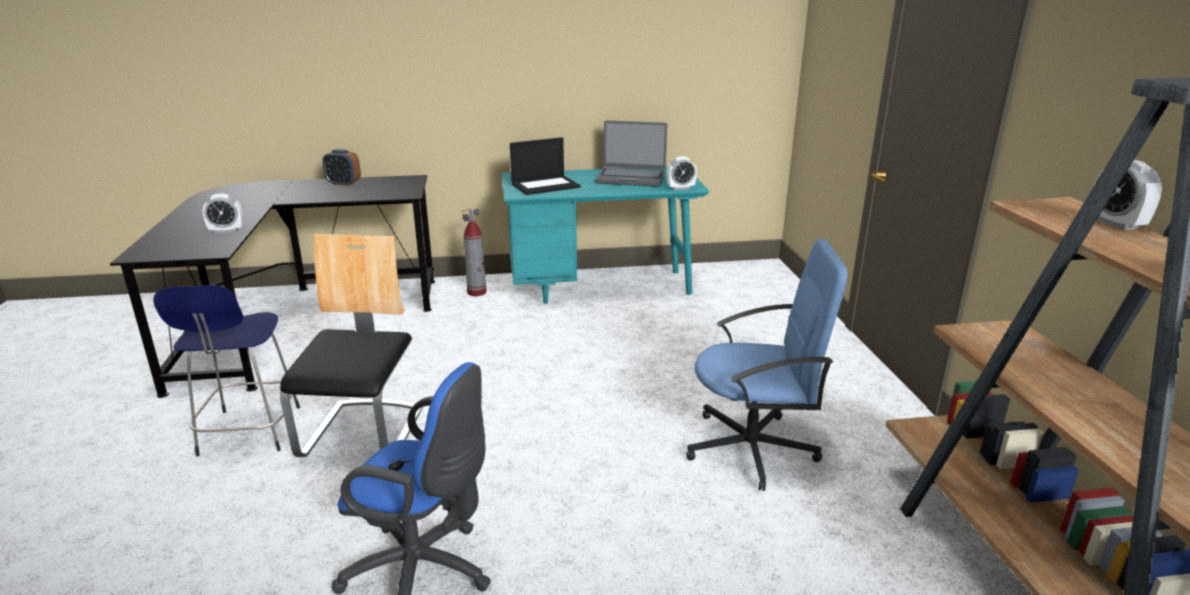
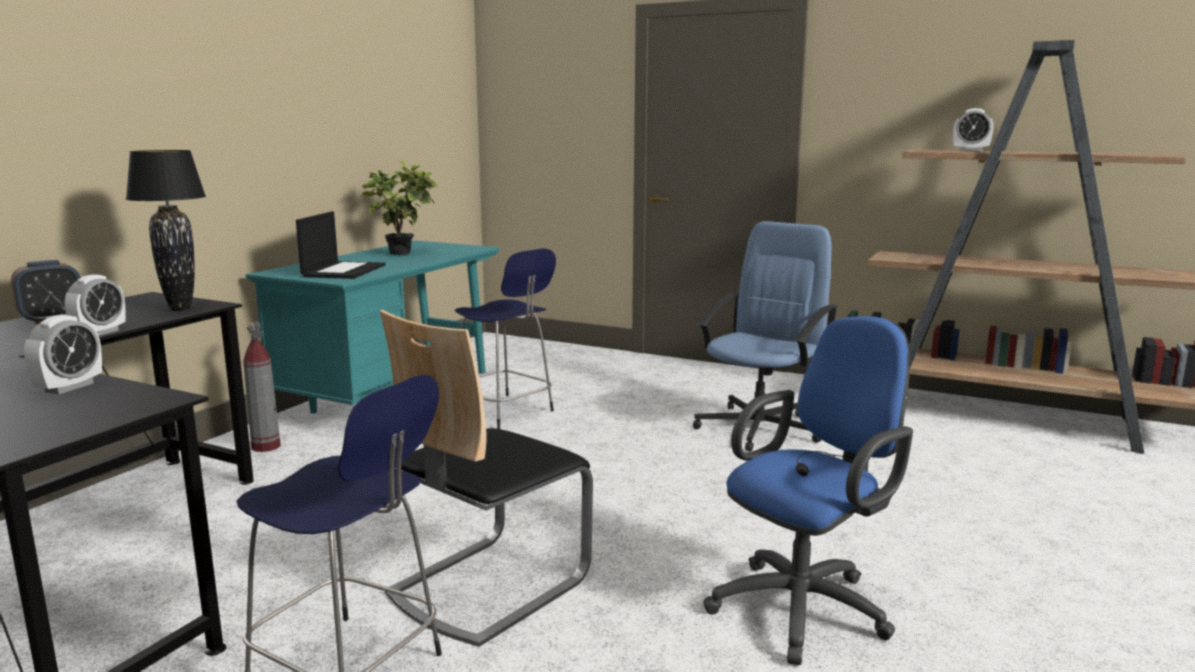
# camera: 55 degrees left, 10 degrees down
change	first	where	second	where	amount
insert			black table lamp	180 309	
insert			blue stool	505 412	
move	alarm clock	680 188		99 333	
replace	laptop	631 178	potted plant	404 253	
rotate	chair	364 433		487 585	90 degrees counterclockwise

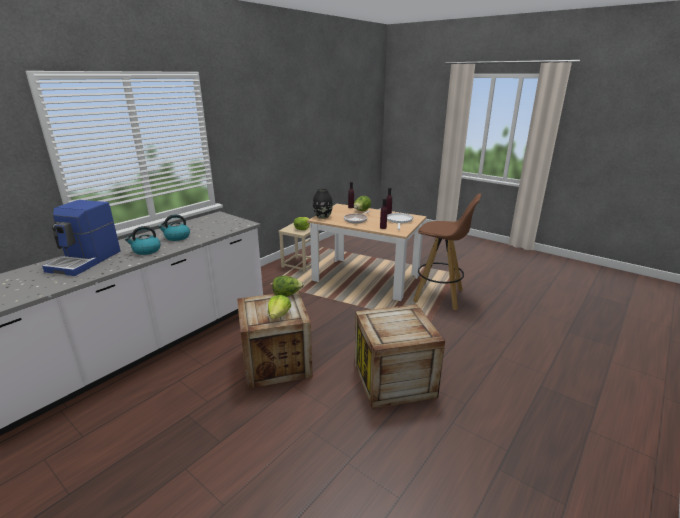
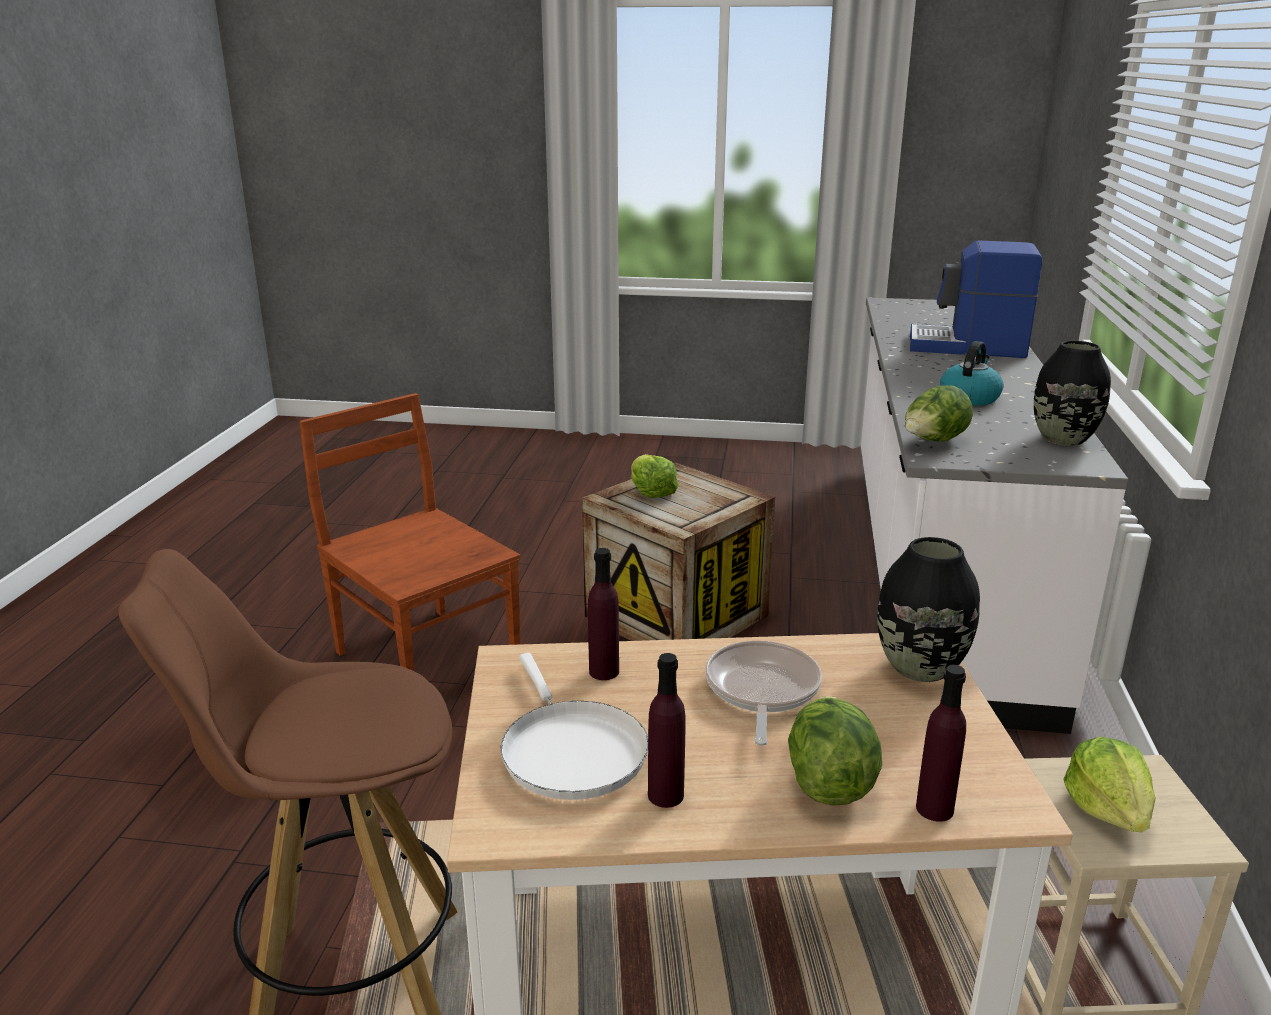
# camera: 150 degrees right, 0 degrees up
change	first	where	second	where	amount
delete	kettle	146 251			
insert			black vase	1062 439	
move	lettuce	287 295		933 442	
replace	crate	394 380	brown chair	425 656	
rotate	coffee machine	86 261		968 347	60 degrees counterclockwise

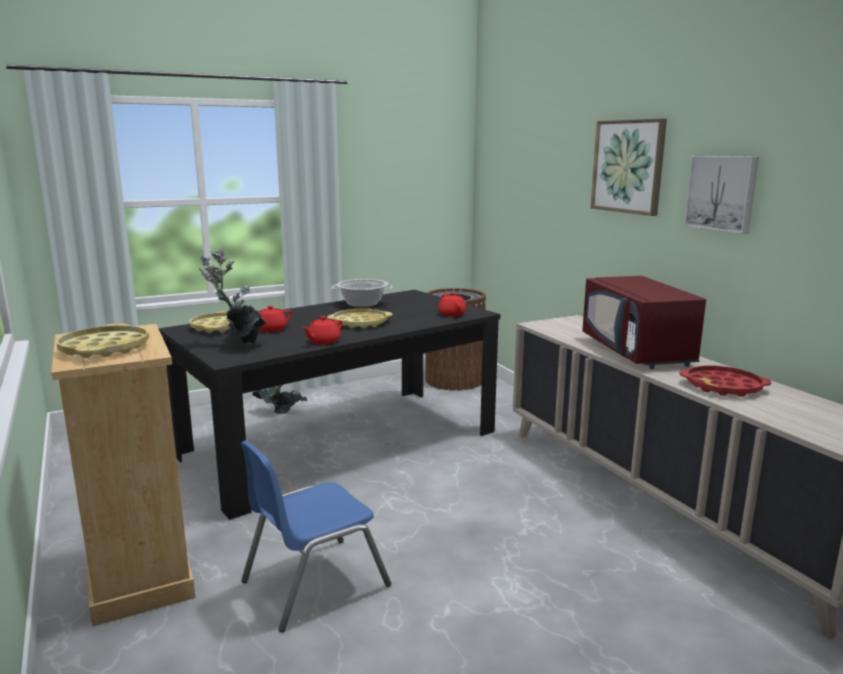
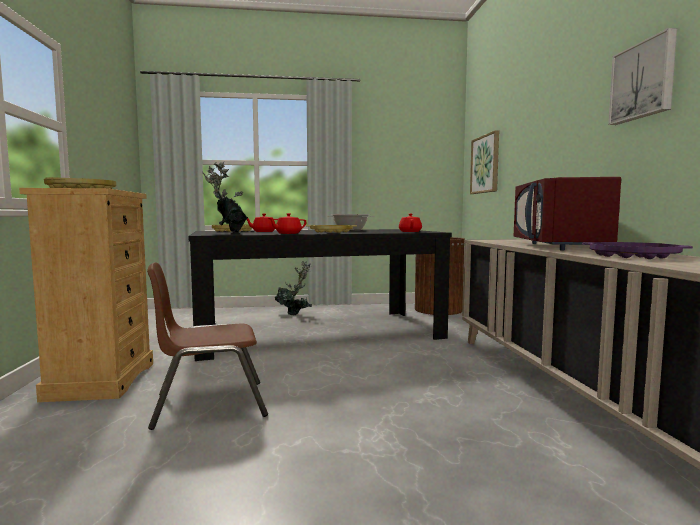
# camera: 20 degrees right, 10 degrees down
change	first	where	second	where	amount
move	picture	628 166		485 164	
recolor	blue chair	314 583	brown chair	210 404	
recolor	red tray	723 387	purple tray	633 256	

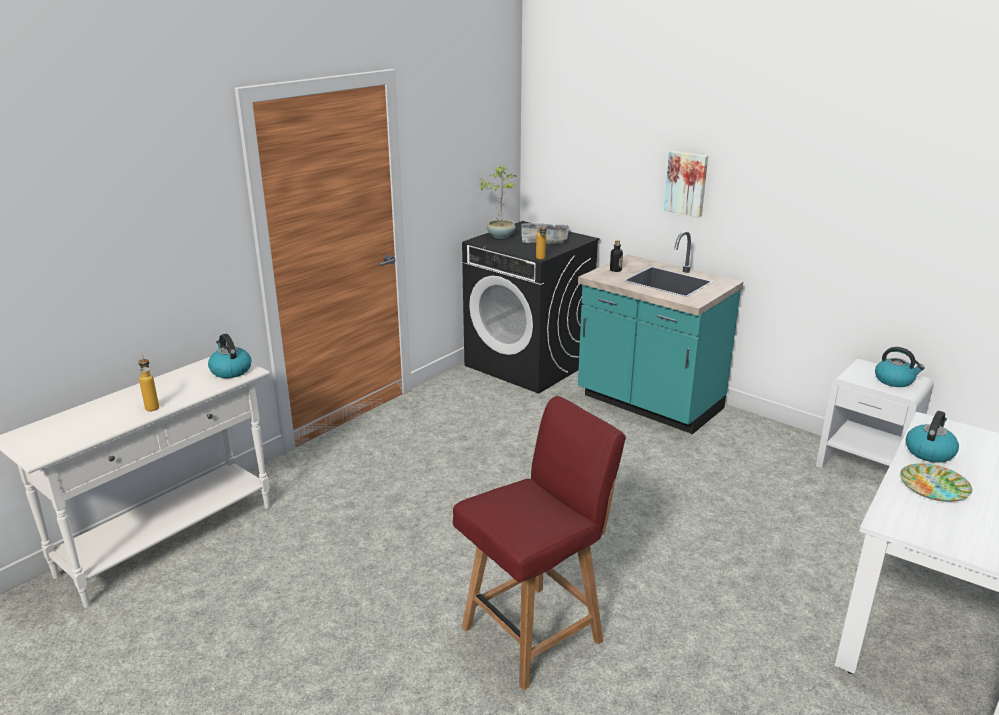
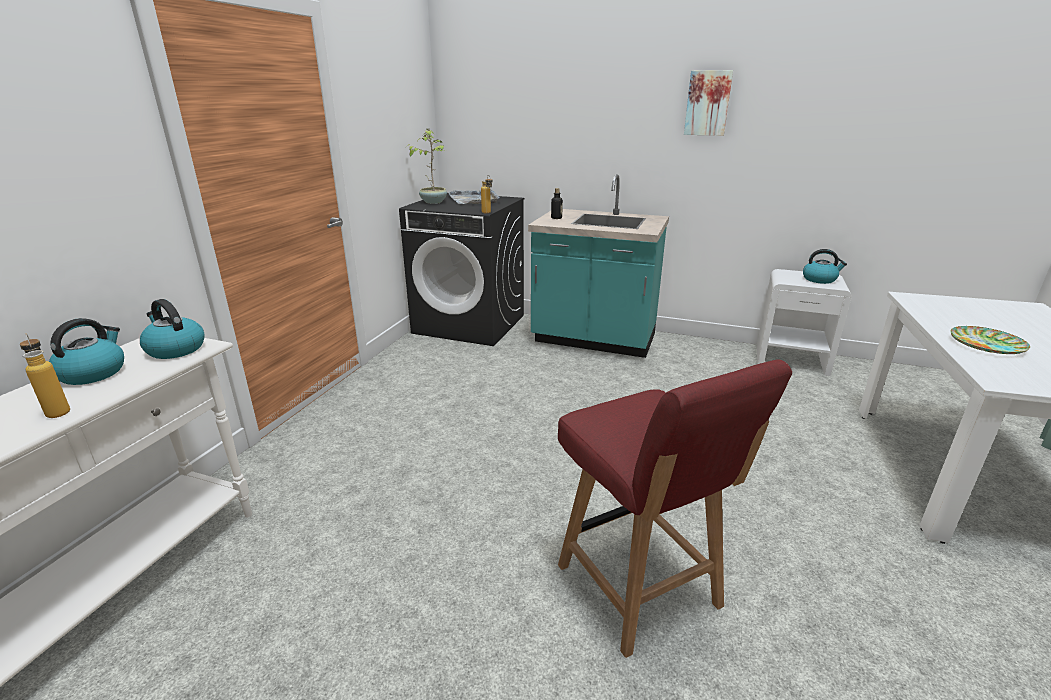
# camera: 20 degrees left, 0 degrees up
change	first	where	second	where	amount
move	picture	686 183		707 103	
move	kettle	929 452		93 373	
rotate	red chair	535 633		640 588	120 degrees clockwise

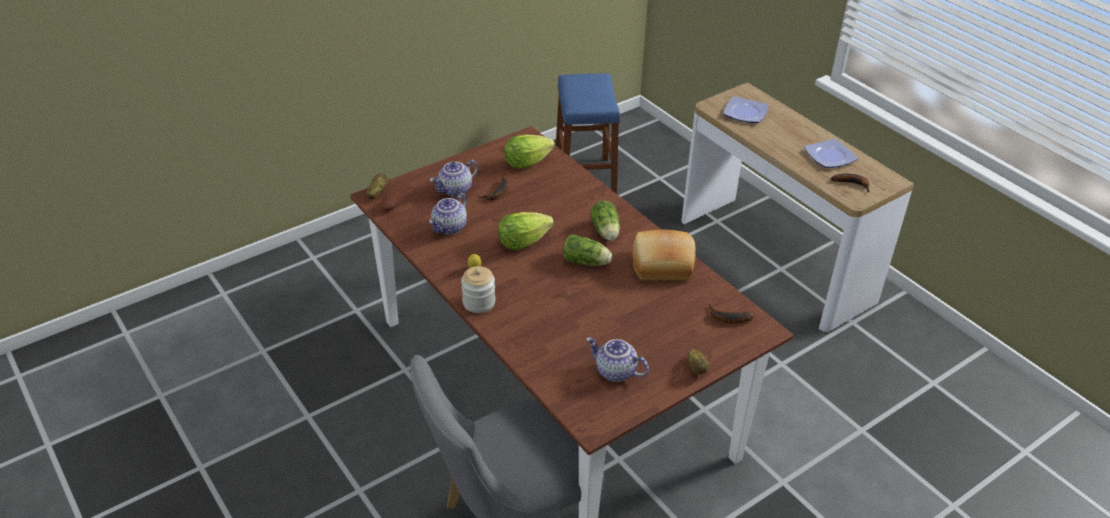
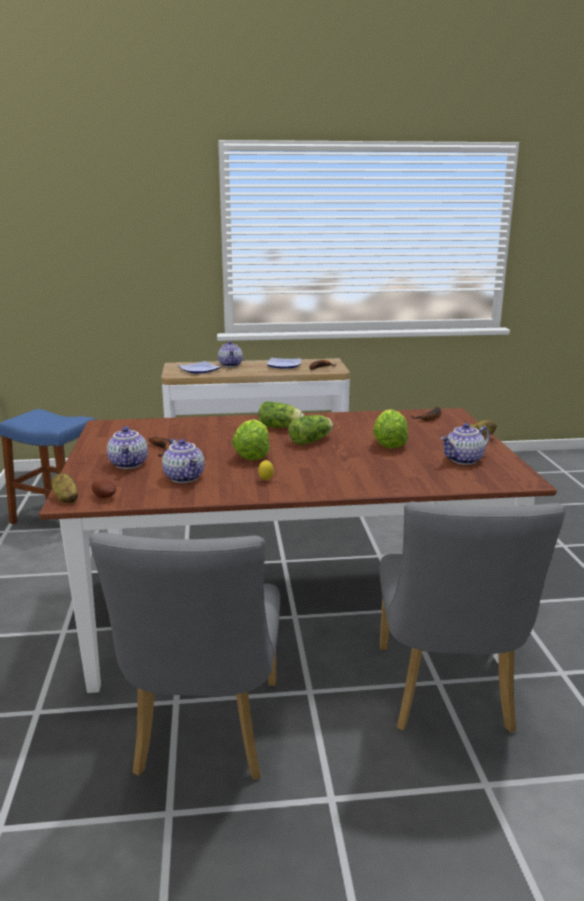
# camera: 60 degrees left, 20 degrees down
change	first	where	second	where	amount
delete	jar	479 302			
delete	bread	662 266			
insert			grey chair	205 735	
insert			teapot	231 365	
move	lettuce	526 162		389 444	

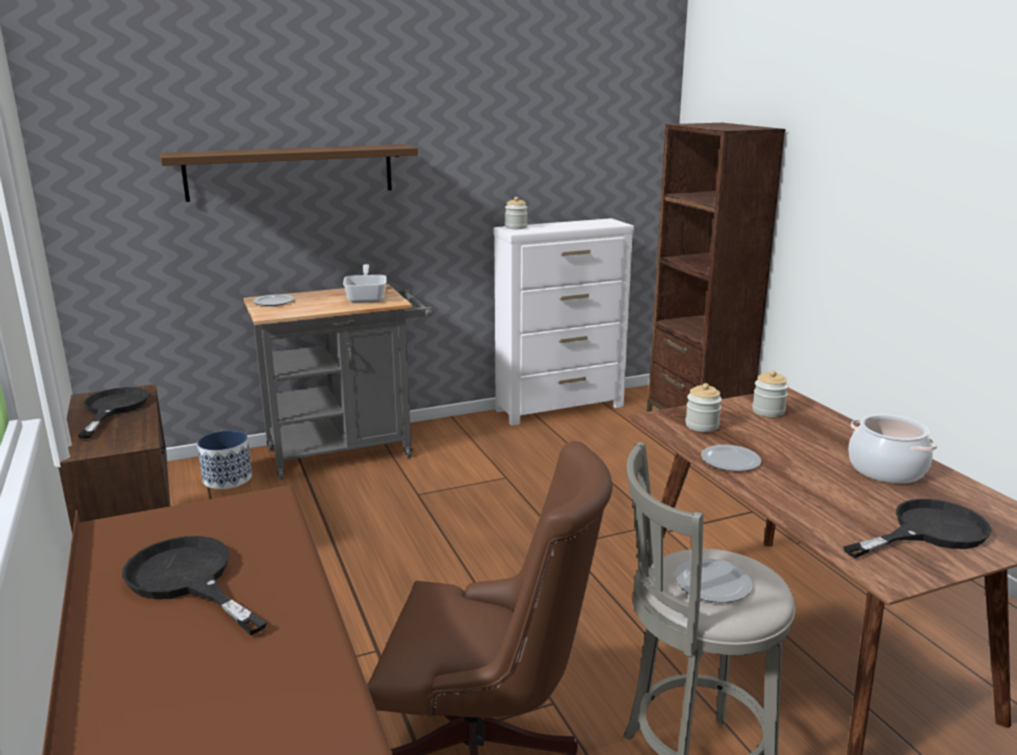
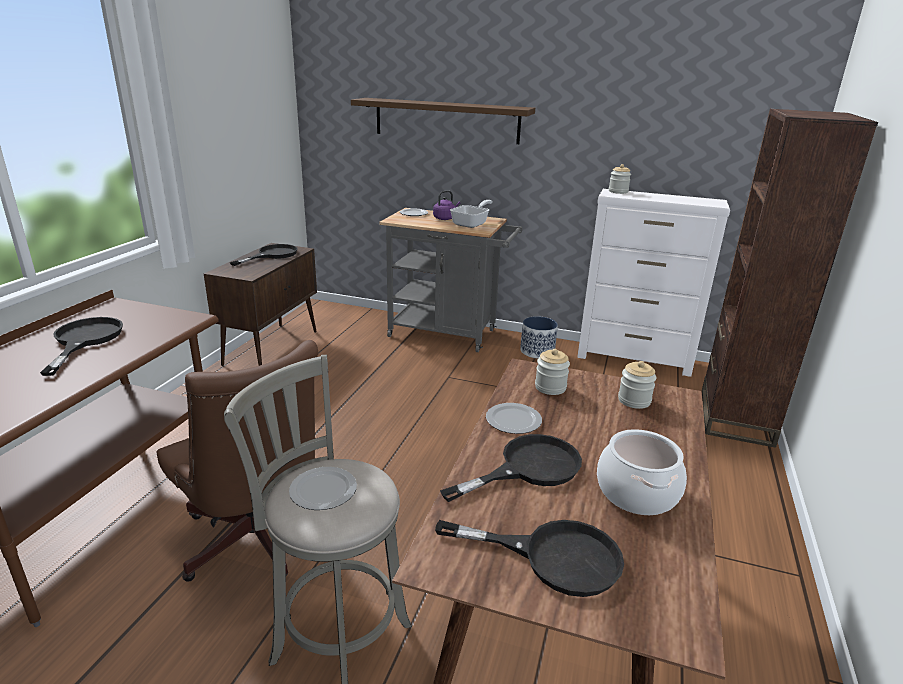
# camera: 40 degrees right, 5 degrees up
change	first	where	second	where	amount
insert			purple kettle	445 218	
insert			black frying pan	528 468	
move	planter	228 478		537 351	

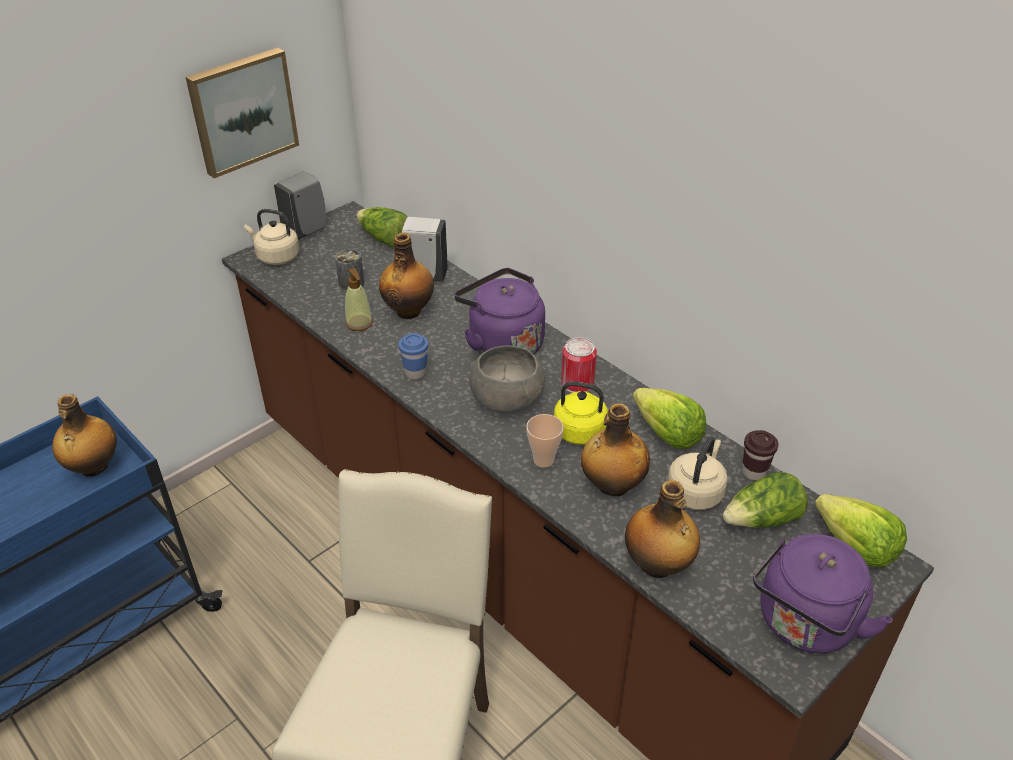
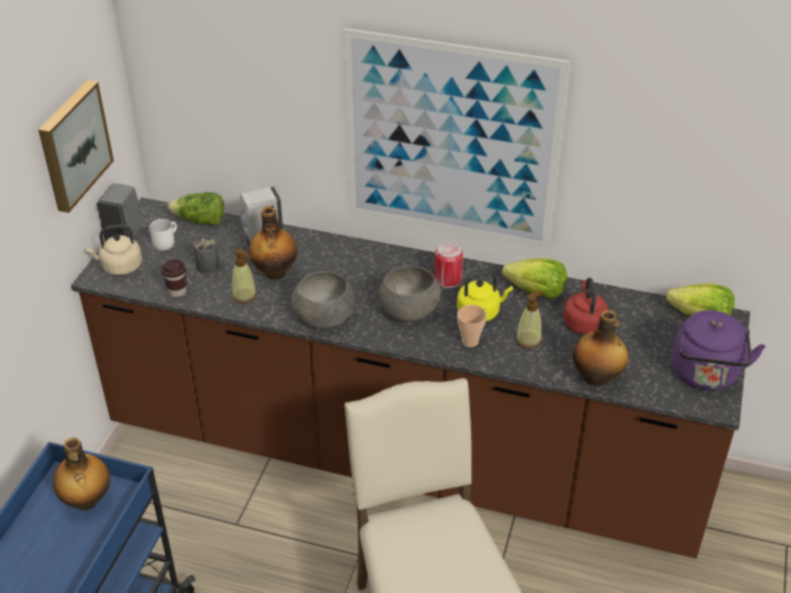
# camera: 30 degrees left, 0 degrees up
change	first	where	second	where	amount
delete	purple kettle	502 343			
delete	lettuce	762 520			
insert			white mug	165 242	
insert			picture	450 142	
move	brown cup	754 472		177 292	
replace	blue cup	415 373	grey bowl	324 316	
replace	bottle	612 485	soap dispenser	528 340	
recolor	beige kettle	696 492	red kettle	583 322	

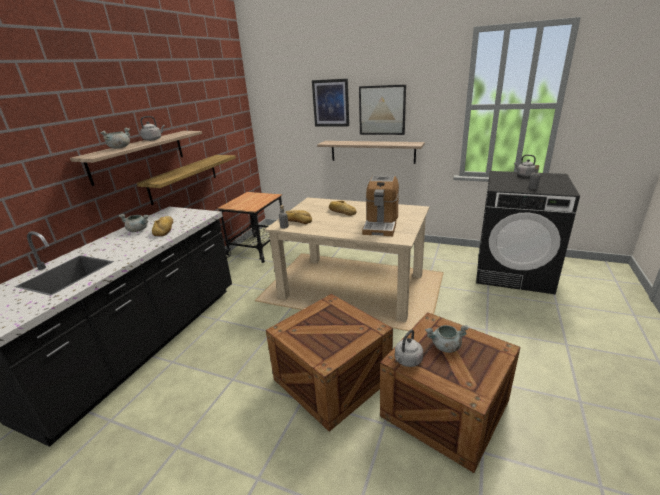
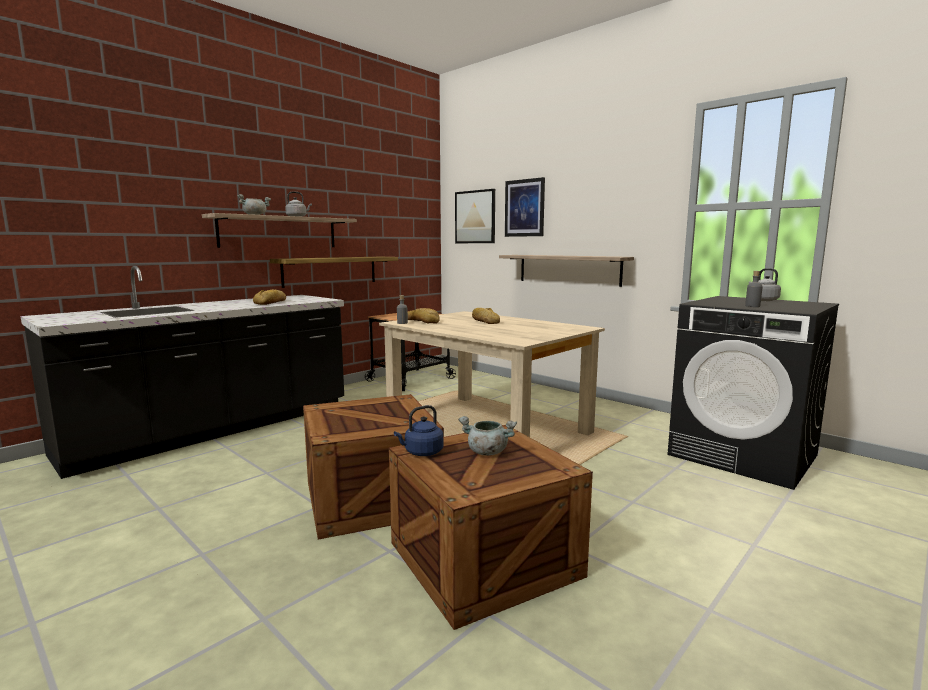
# camera: 20 degrees right, 15 degrees down
change	first	where	second	where	amount
delete	grey cooking pot	138 230			
delete	coffee machine	381 224			
move	picture	382 110		475 217	
recolor	grey kettle	407 361	blue kettle	422 452	

